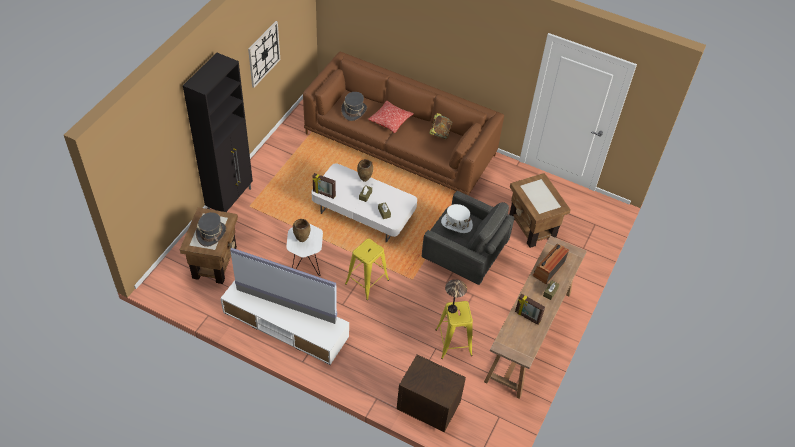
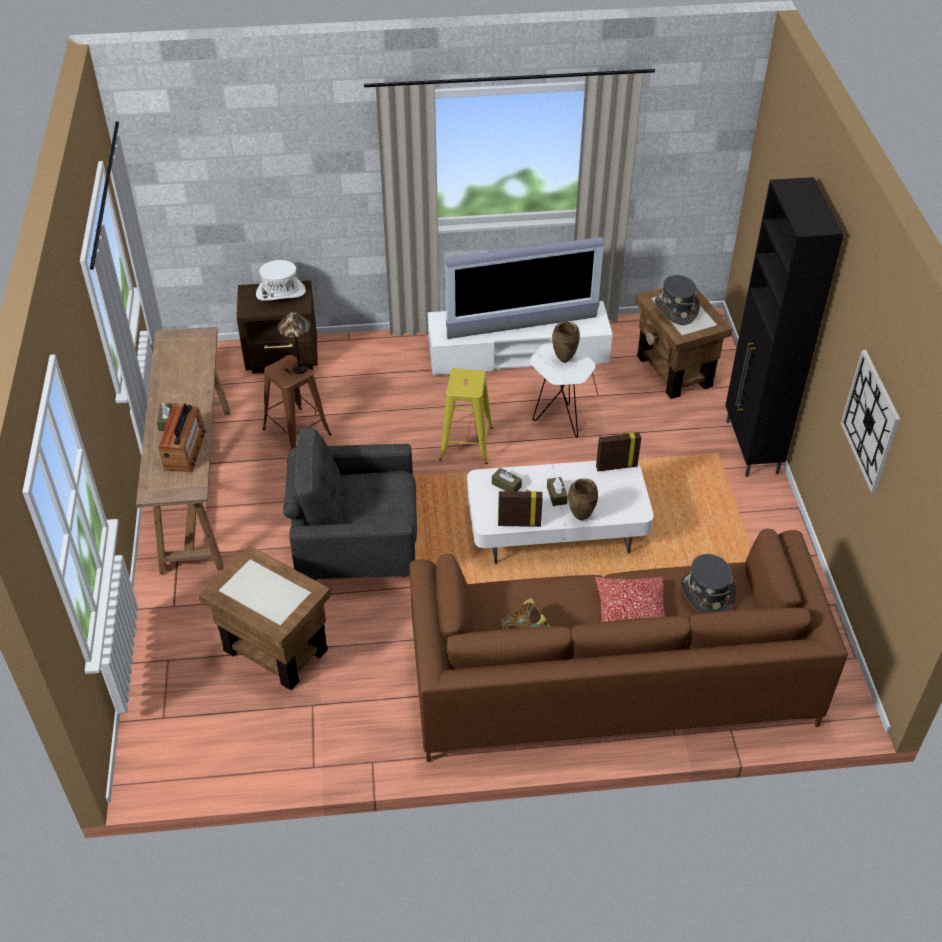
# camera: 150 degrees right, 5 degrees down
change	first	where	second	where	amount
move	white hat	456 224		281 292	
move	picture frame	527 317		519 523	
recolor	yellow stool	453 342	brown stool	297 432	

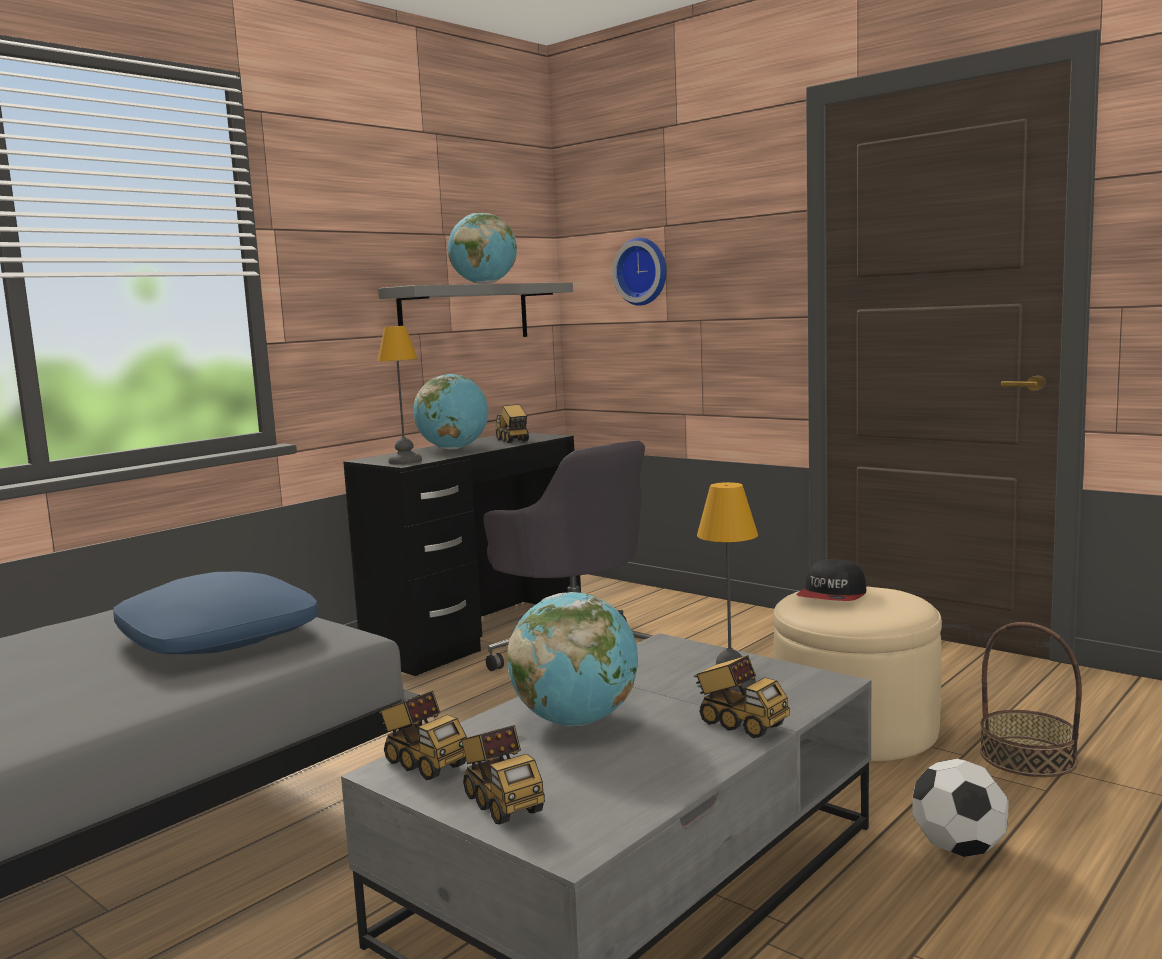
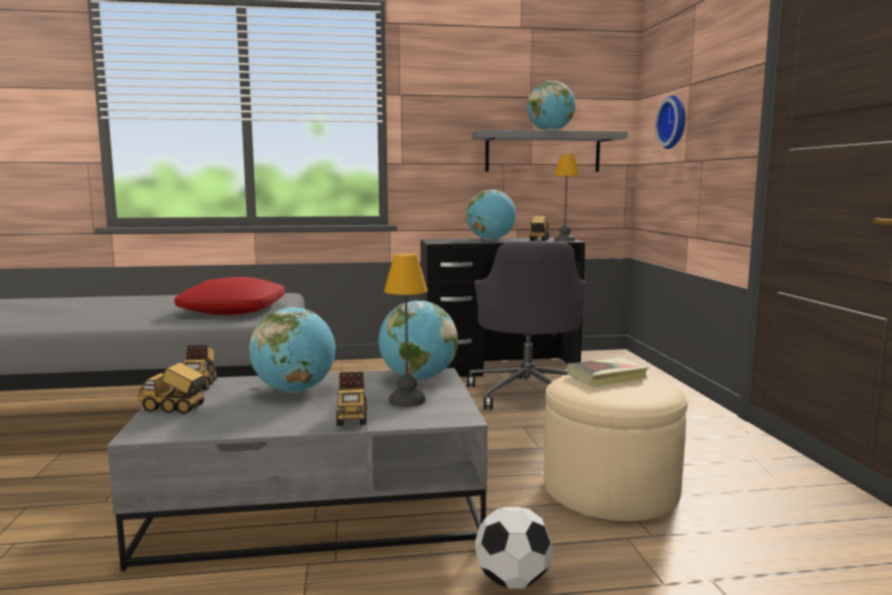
# camera: 40 degrees right, 0 degrees up
change	first	where	second	where	amount
delete	basket	1028 757			
insert			globe	417 379	
move	table lamp	406 461		565 240	
replace	cap	833 596	book	607 377	
recolor	blue pillow	217 638	red pillow	232 310	
rotate	toy truck	502 803		175 408	90 degrees clockwise

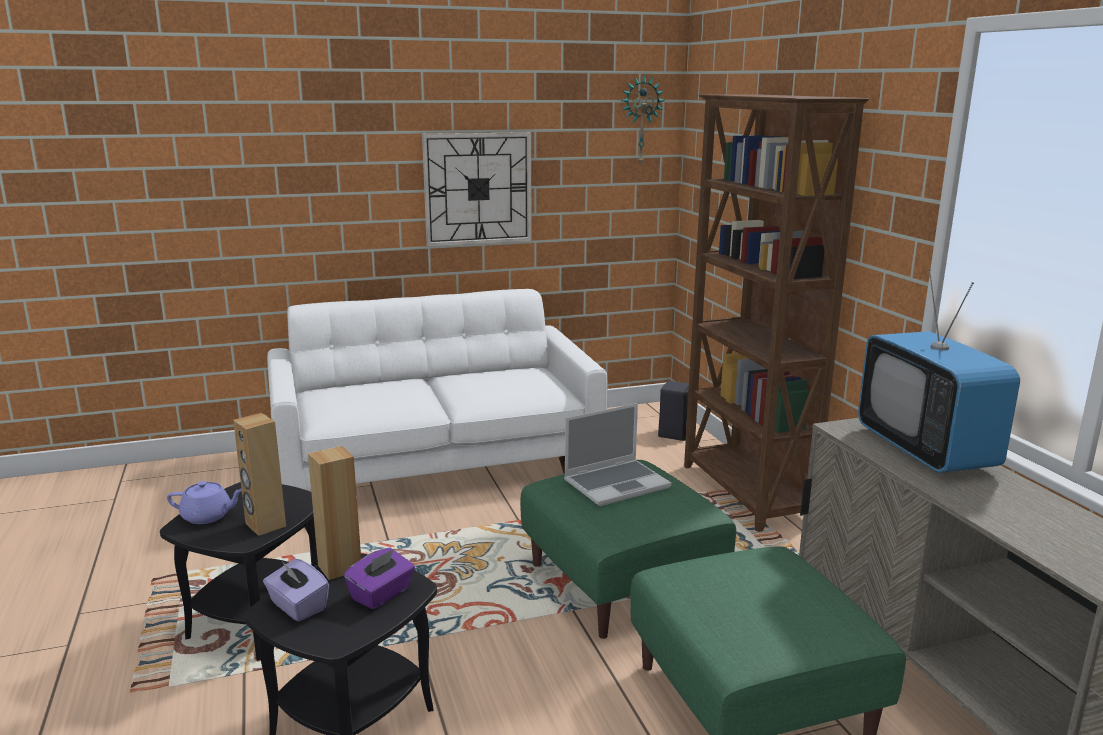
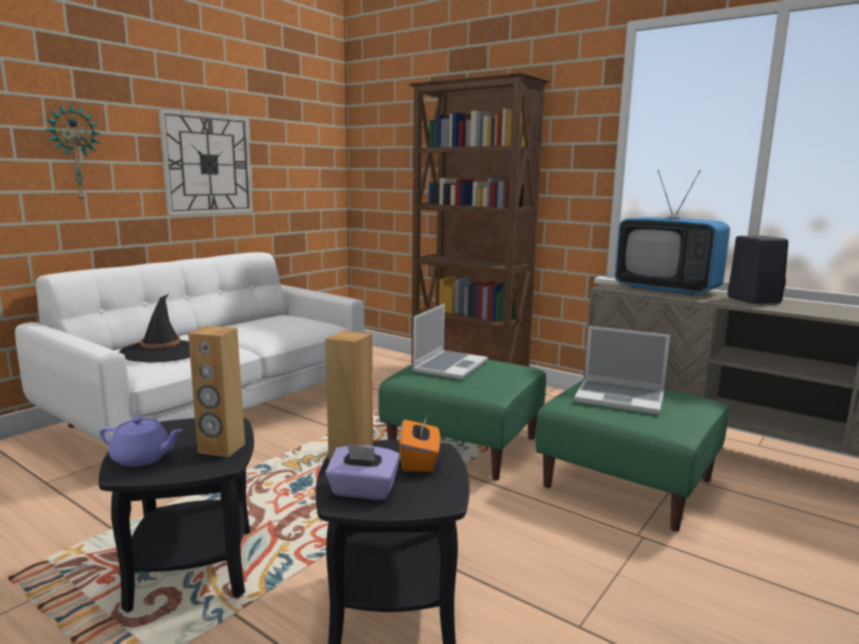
# camera: 35 degrees left, 5 degrees down
change	first	where	second	where	amount
insert			black hat	162 352	
insert			laptop	621 398	
move	wall clock	640 120		74 153	
move	black speaker	675 433		752 300	
recolor	purple tissue box	381 594	orange tissue box	419 461	
rotate	purple teapot	208 516		142 458	45 degrees clockwise

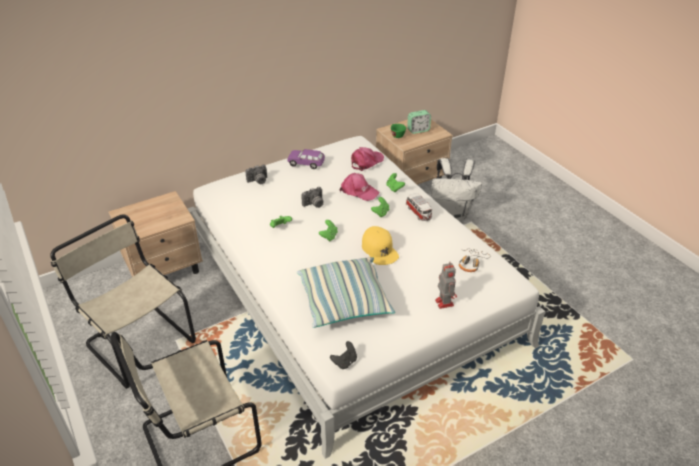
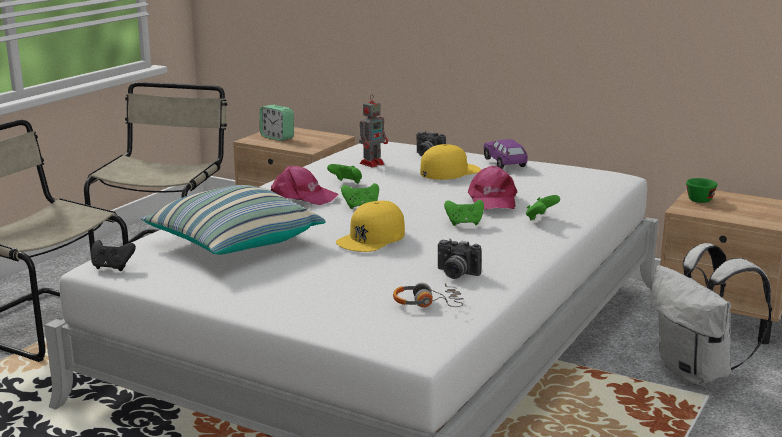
# camera: 60 degrees right, 20 degrees down
change	first	where	second	where	amount
delete	toy car	419 213			
insert			yellow cap	449 171	
move	photo camera	314 204		455 274	
move	pink cap	366 162		302 197	
move	alarm clock	418 130		277 137	
move	toy robot	444 302		373 163	

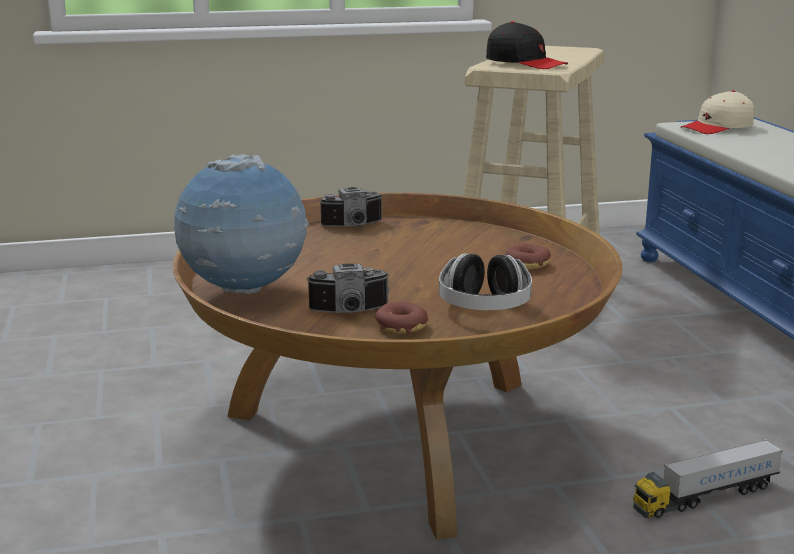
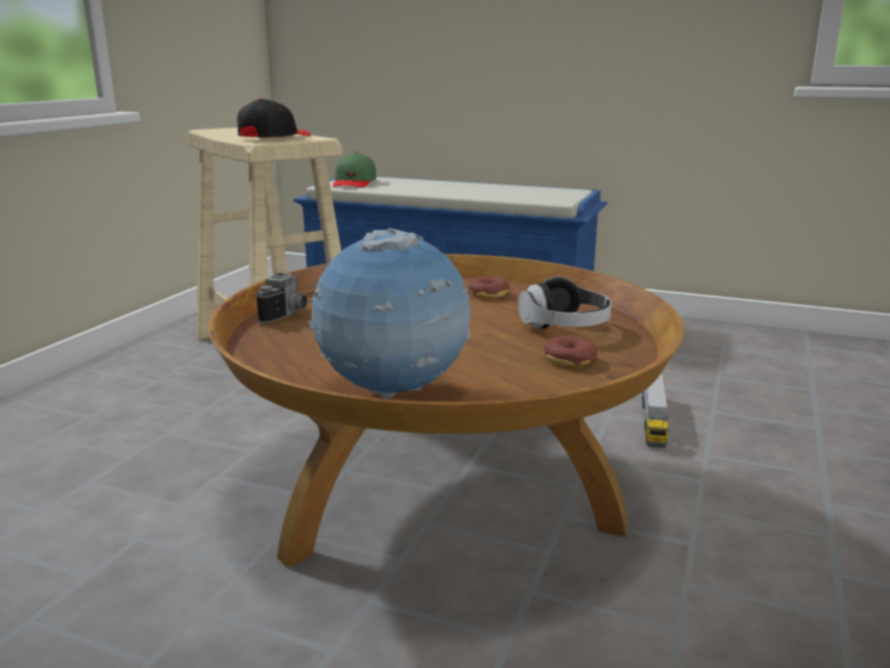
# camera: 55 degrees left, 0 degrees up
change	first	where	second	where	amount
delete	photo camera	350 312			
recolor	beige cap	718 127	green cap	354 183	
rotate	black cap	525 63		274 137	45 degrees counterclockwise

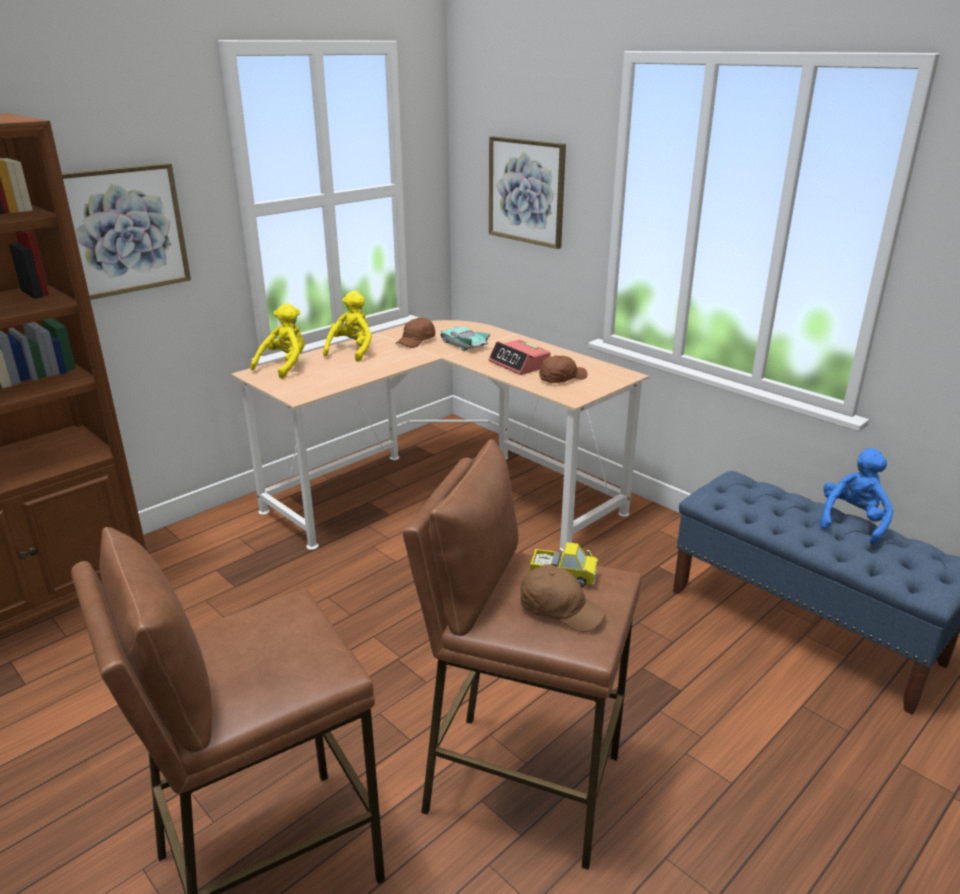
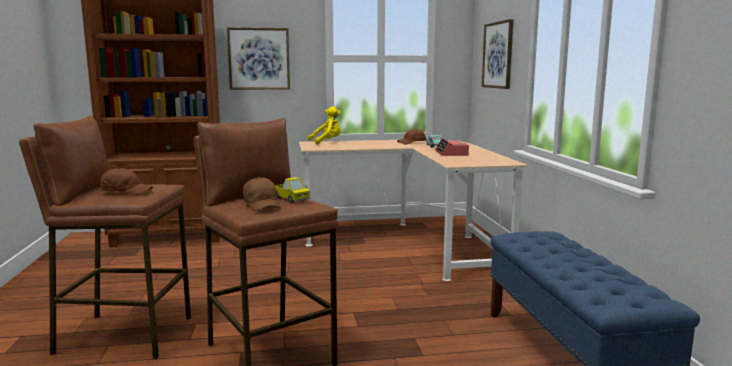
# camera: 35 degrees right, 15 degrees down
change	first	where	second	where	amount
delete	yellow plush toy	352 351			
delete	blue plush toy	852 521			
move	brown cap	561 378		126 192	

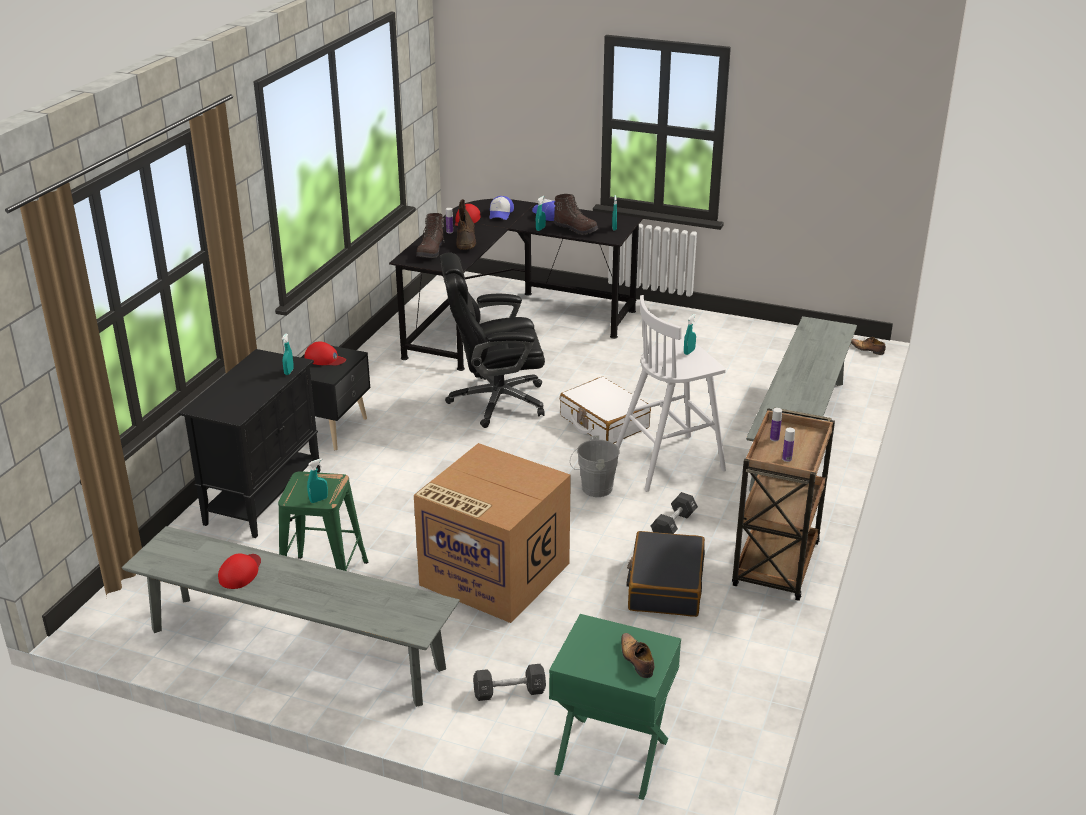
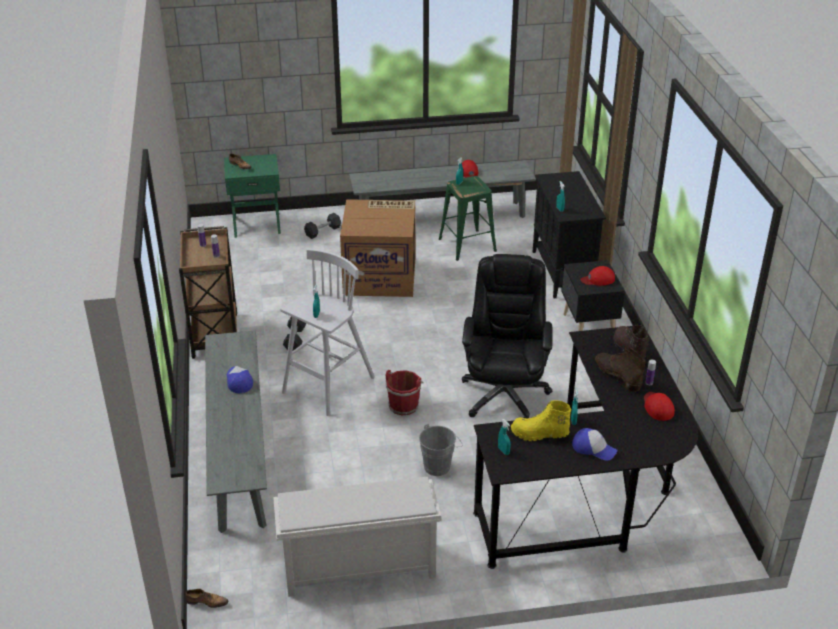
# camera: 150 degrees right, 5 degrees up
change	first	where	second	where	amount
delete	black suitcase	665 585			
insert			white shoe rack	358 569	
move	cap	500 213		238 381	
move	grey bucket	593 488		439 465	
replace	white suitcase	603 422	red bucket	404 405	
recolor	brown boot	576 229	yellow boot	539 434	
rotate	black office chair	495 401		504 394	45 degrees counterclockwise

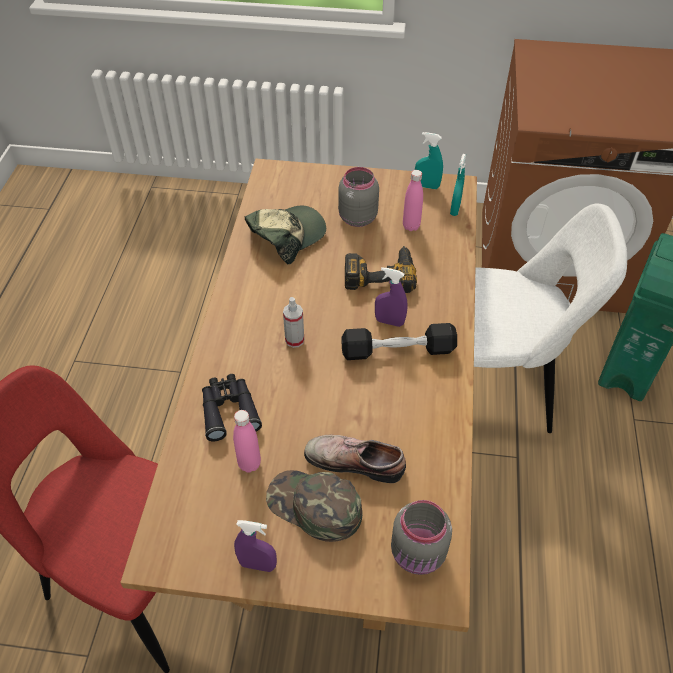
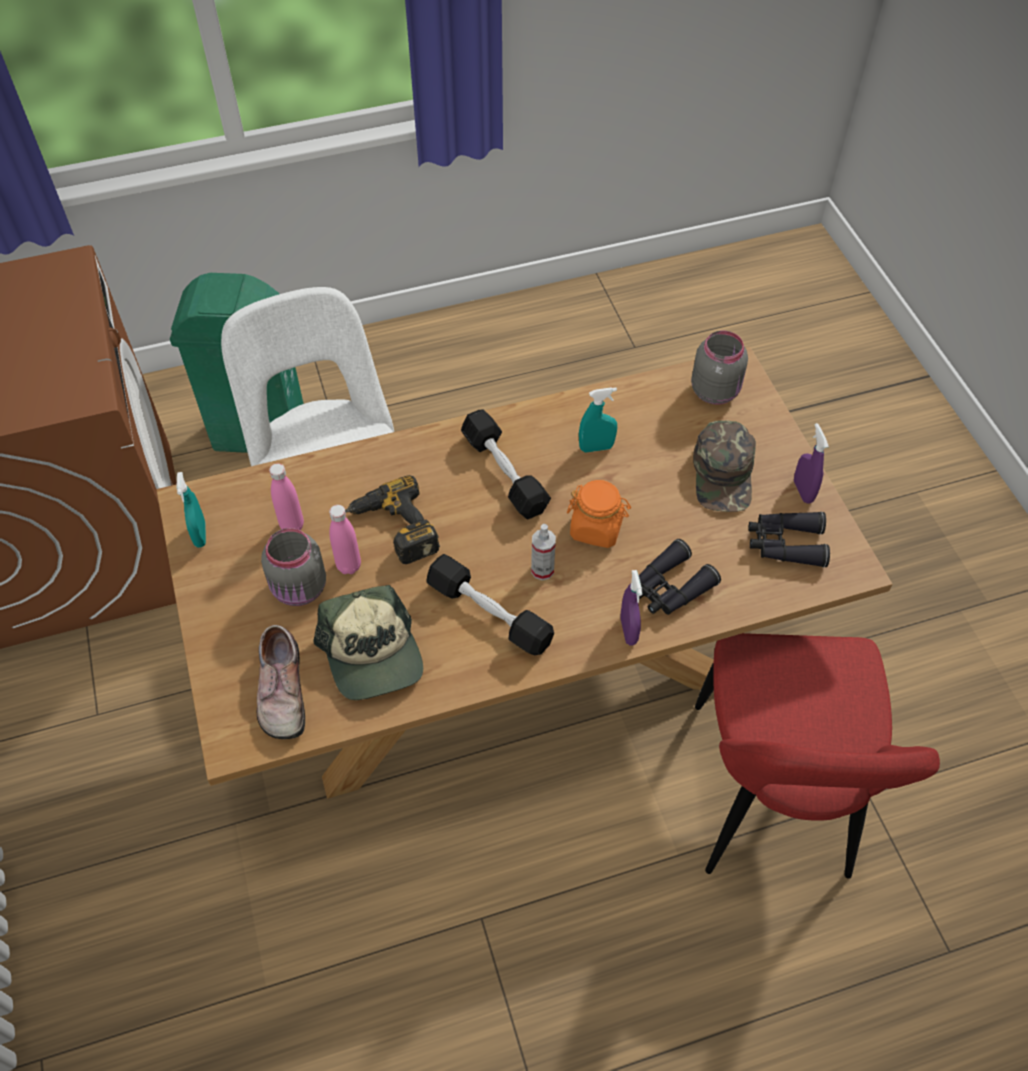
# camera: 115 degrees left, 5 degrees up
change	first	where	second	where	amount
insert			black dumbbell	489 614	
insert			orange jar	596 528	
insert			black binoculars	785 544	
move	pink bottle	249 464		349 566	
move	shoe	355 459		279 691	
move	purple spray bottle	389 322		628 631	
move	turquoise spray bottle	455 209		596 447	
rotate	cap	286 236		372 654	135 degrees counterclockwise

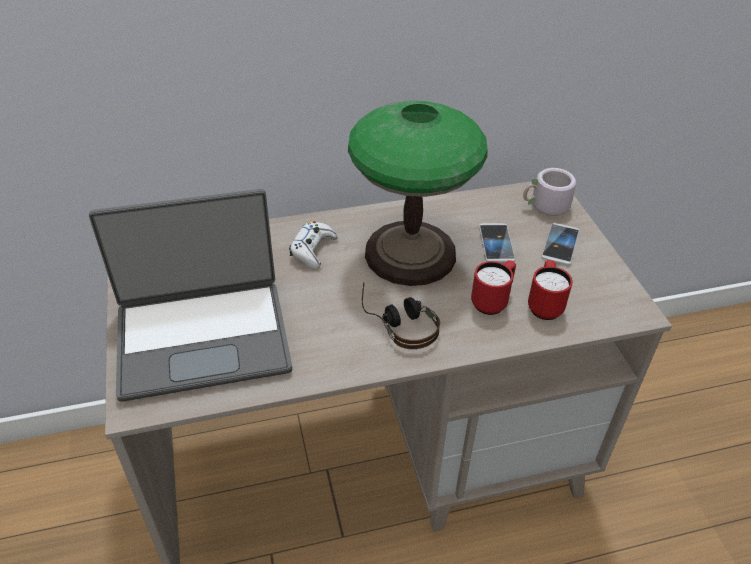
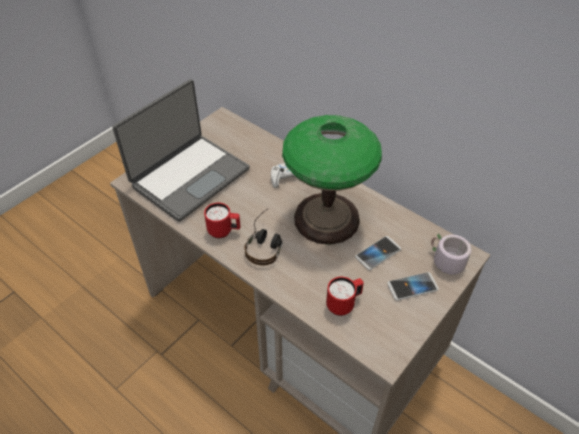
# camera: 55 degrees right, 5 degrees up
change	first	where	second	where	amount
move	red mug	492 301		224 231	
rotate	laptop	203 337		189 177	90 degrees counterclockwise

